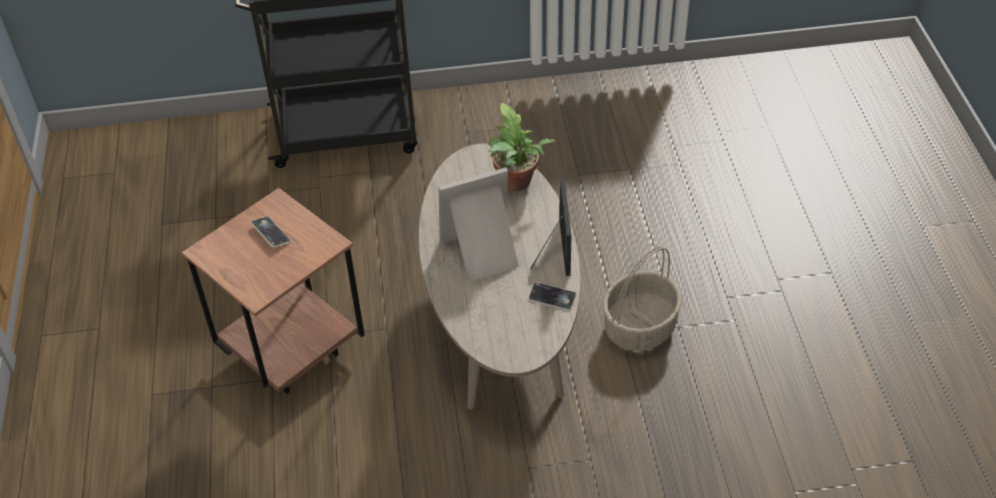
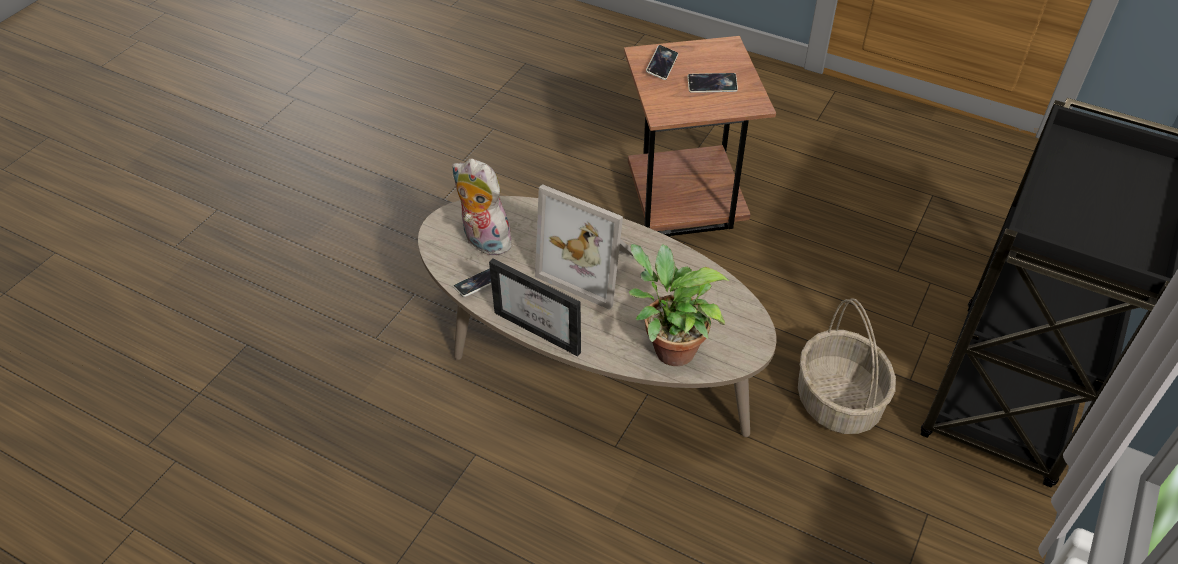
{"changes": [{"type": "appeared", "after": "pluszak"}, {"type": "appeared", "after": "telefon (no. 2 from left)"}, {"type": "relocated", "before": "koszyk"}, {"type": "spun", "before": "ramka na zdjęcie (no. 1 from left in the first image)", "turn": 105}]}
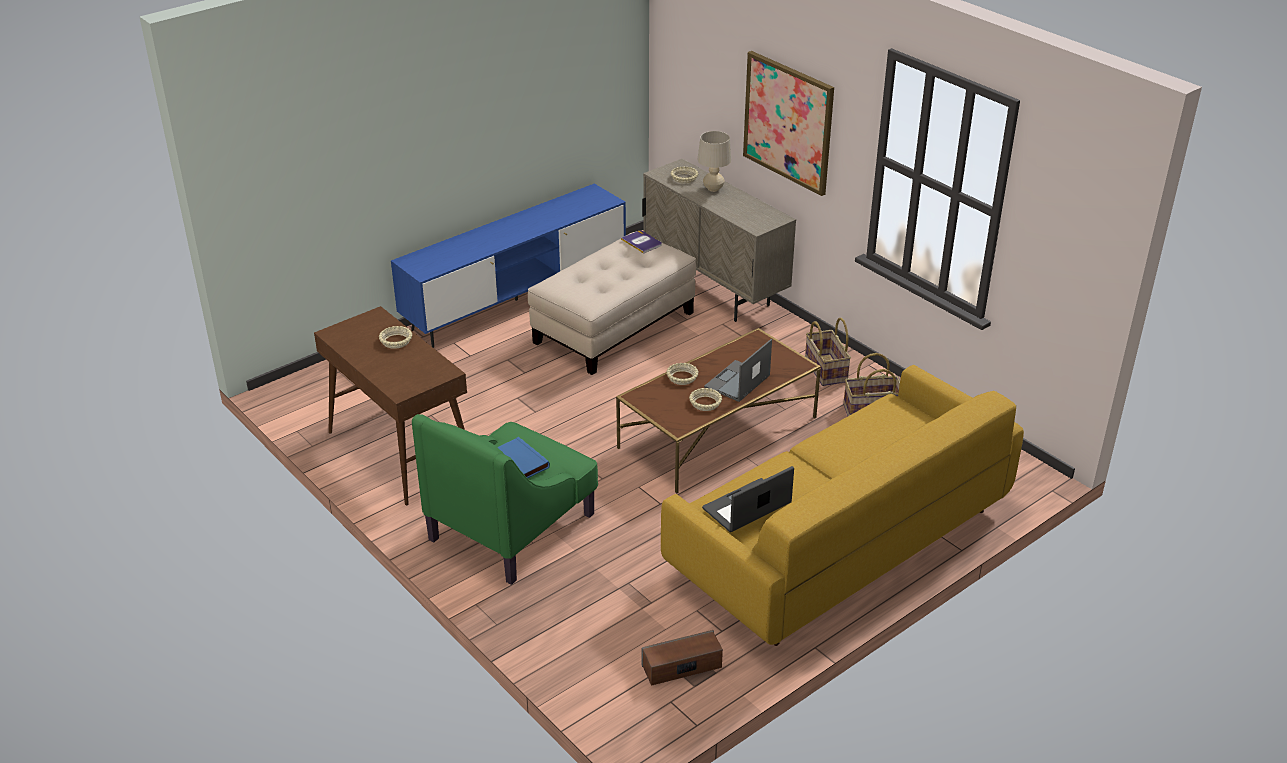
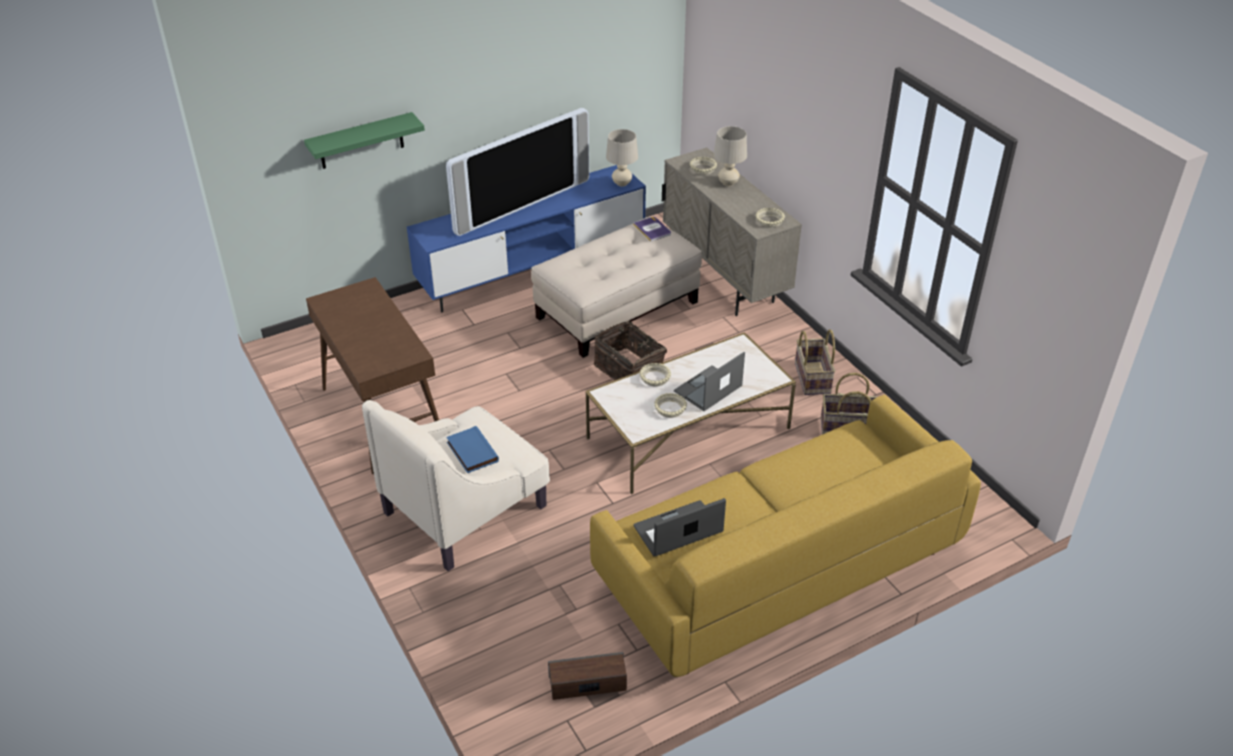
{"changes": [{"type": "missing", "before": "obraz"}, {"type": "appeared", "after": "półka [zielony]"}, {"type": "appeared", "after": "telewizor"}, {"type": "appeared", "after": "koszyk (no. 1 from left)"}, {"type": "appeared", "after": "lampa stołowa [beżowy] (no. 1 from left)"}, {"type": "relocated", "before": "miska [beżowy] (no. 1 from left in the first image)", "after": "miska [beżowy] (no. 4 from left)"}, {"type": "colour", "before": "fotel [zielony]", "after": "fotel [beżowy]"}, {"type": "colour", "before": "ława [brązowy]", "after": "ława [biały]"}]}
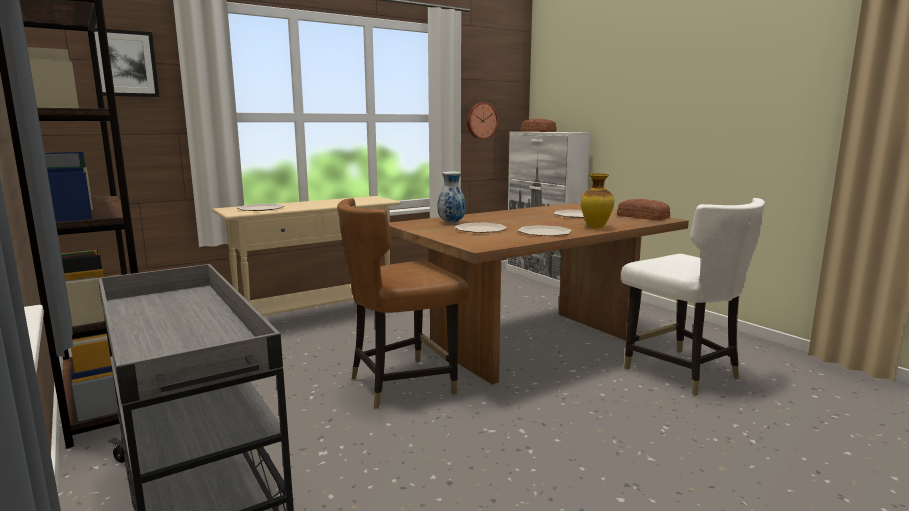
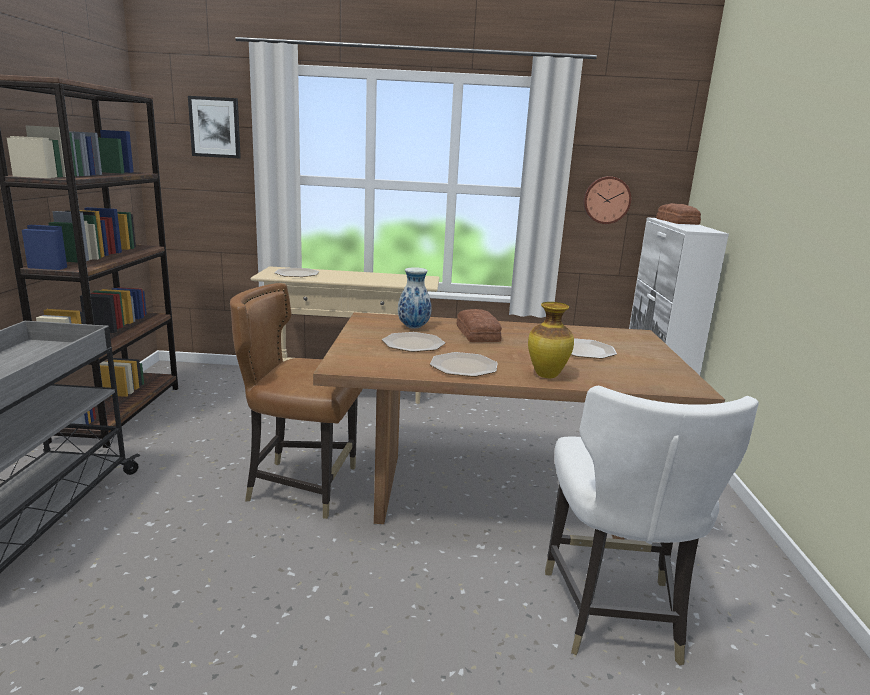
{"changes": [{"type": "relocated", "before": "chleb (no. 2 from left in the first image)", "after": "chleb (no. 1 from left)"}]}
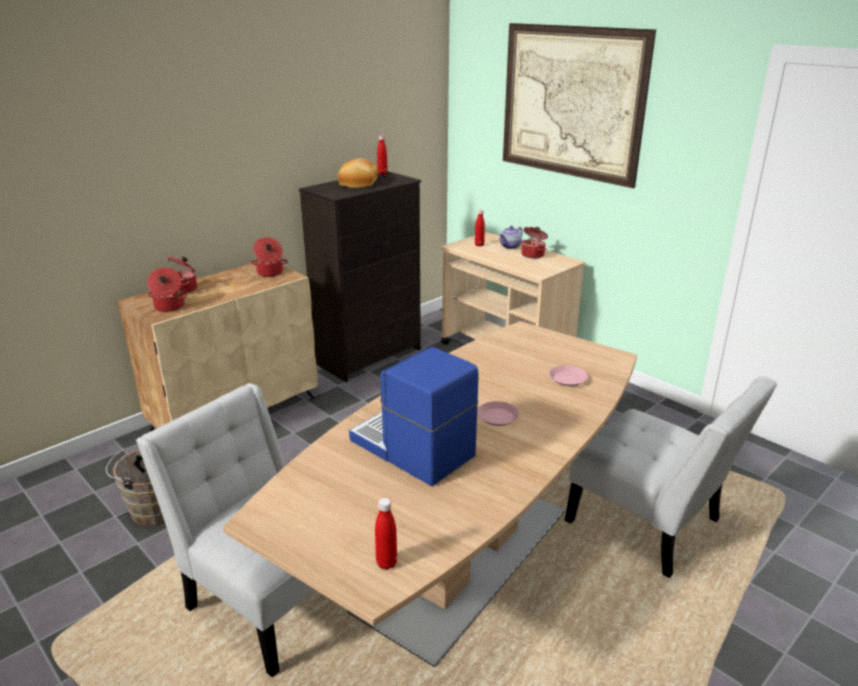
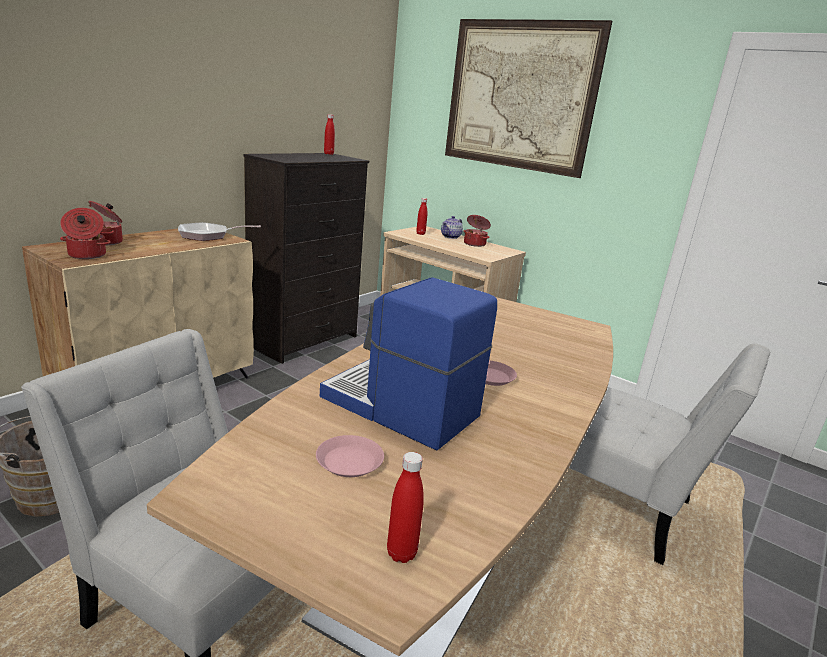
{"changes": [{"type": "missing", "before": "chleb"}, {"type": "relocated", "before": "talerz [różowy] (no. 2 from left in the first image)", "after": "talerz [różowy] (no. 1 from left)"}, {"type": "exchanged", "before": "garnek (no. 3 from left)", "after": "patelnia"}]}
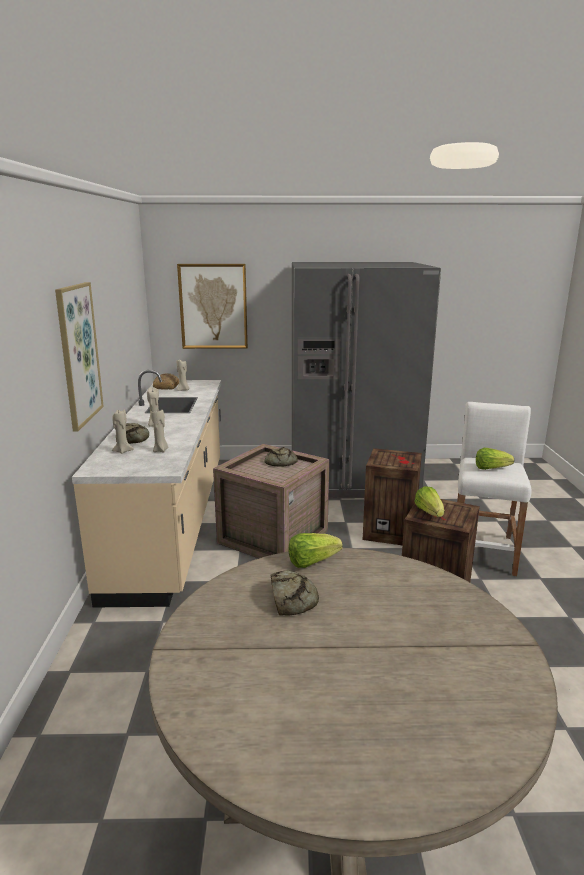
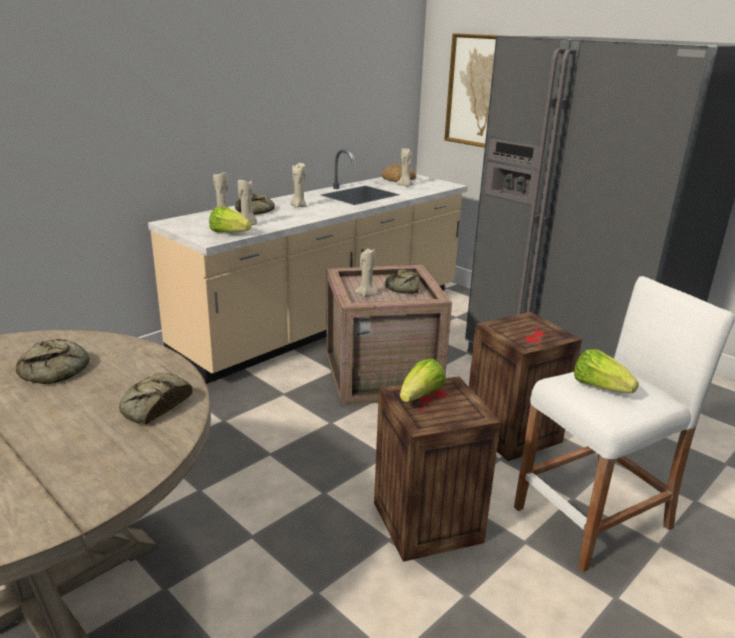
{"changes": [{"type": "missing", "before": "obraz (no. 1 from left)"}, {"type": "appeared", "after": "chleb (no. 2 from left)"}, {"type": "appeared", "after": "świeca [beżowy] (no. 4 from left)"}, {"type": "relocated", "before": "sałata (no. 1 from left)"}]}
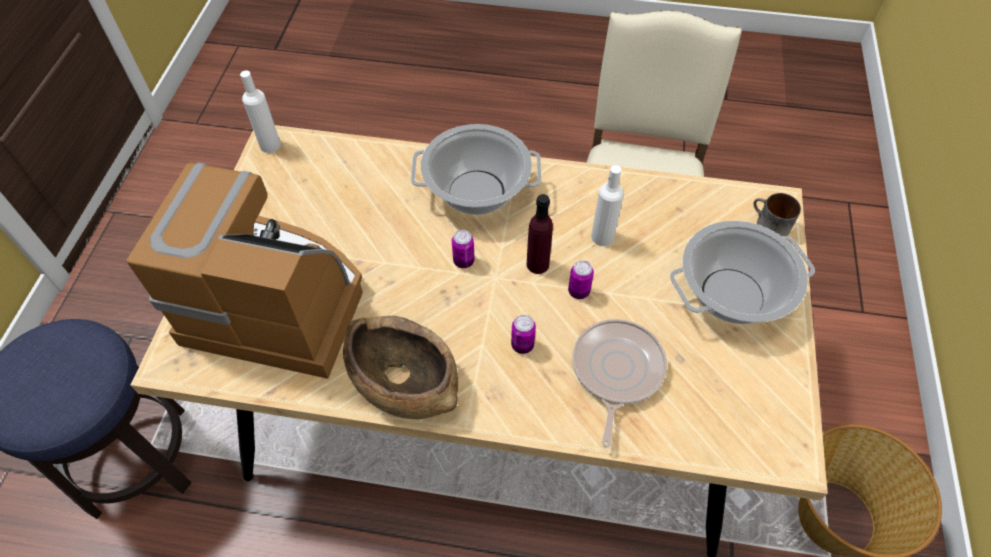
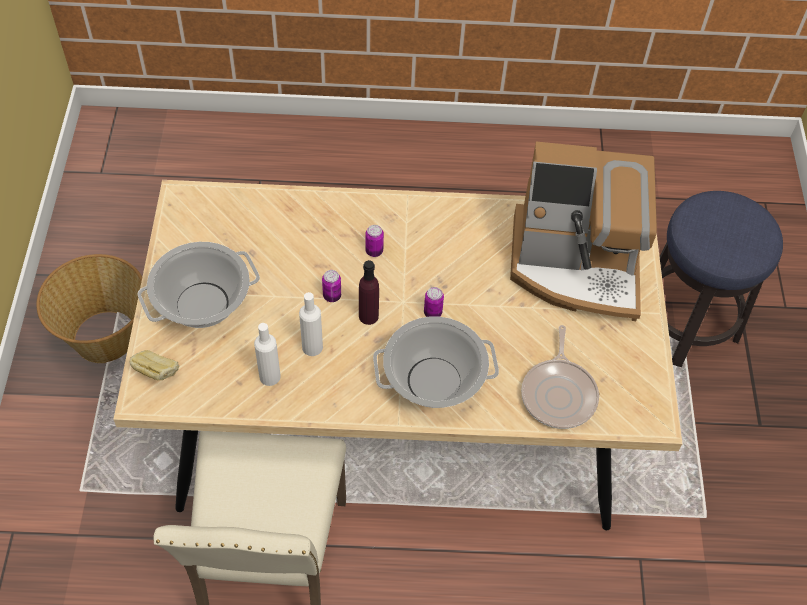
{"changes": [{"type": "missing", "before": "miska [brązowy]"}, {"type": "relocated", "before": "butelka [biały] (no. 1 from left)"}, {"type": "relocated", "before": "patelnia"}, {"type": "exchanged", "before": "kubek", "after": "chleb"}]}
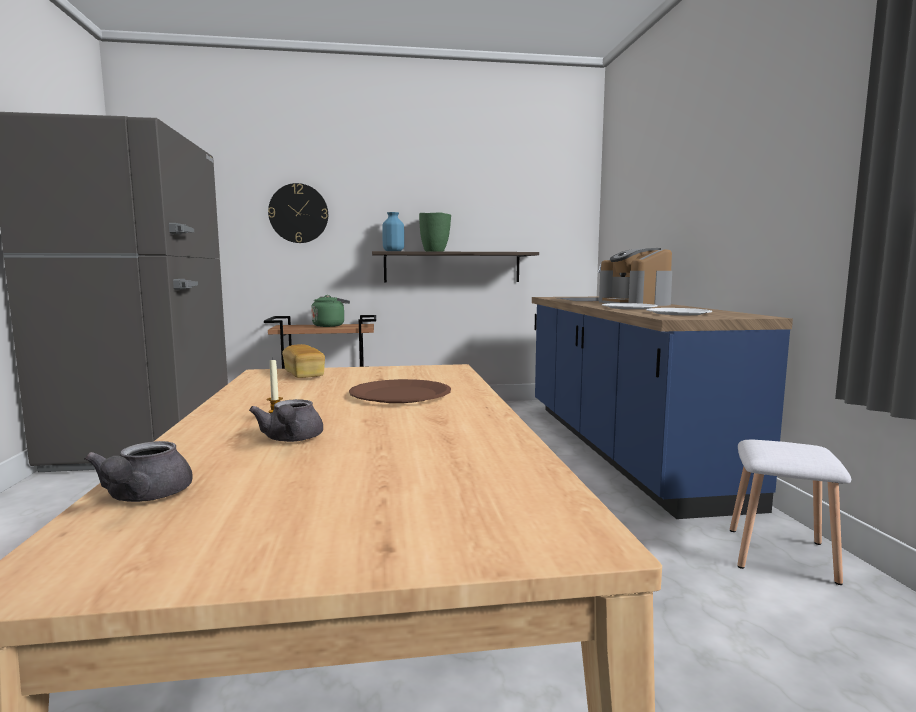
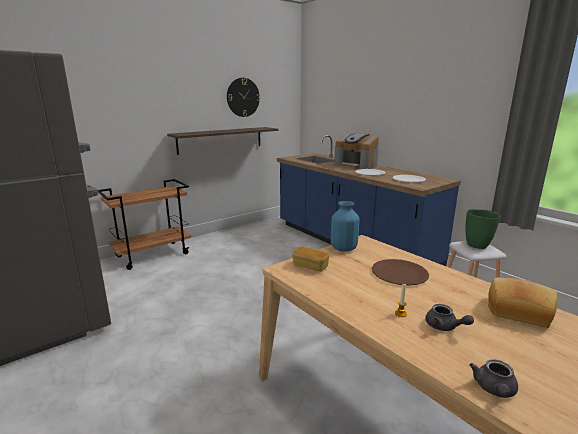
{"changes": [{"type": "missing", "before": "czajnik [zielony]"}, {"type": "appeared", "after": "chleb (no. 2 from left)"}, {"type": "relocated", "before": "zegar ścienny"}, {"type": "relocated", "before": "wazon [niebieski]"}, {"type": "relocated", "before": "wazon [zielony]"}, {"type": "spun", "before": "imbryk [szary] (no. 1 from left in the first image)", "turn": 60}]}
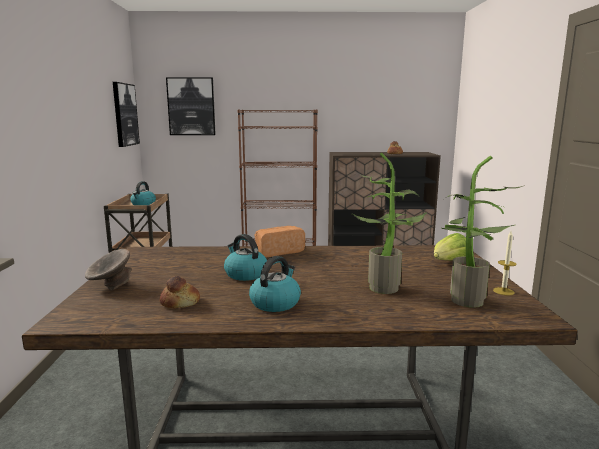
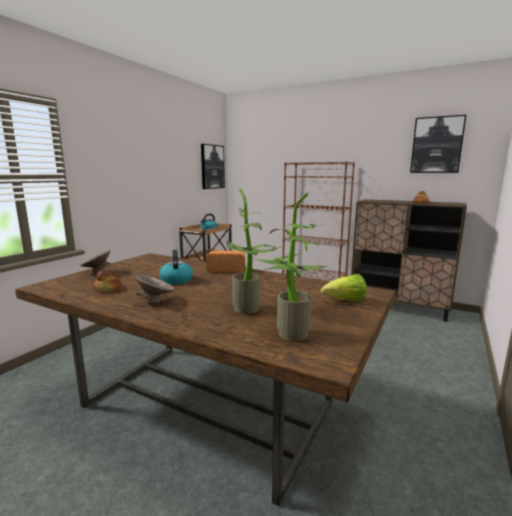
{"changes": [{"type": "missing", "before": "świeca"}, {"type": "relocated", "before": "obraz (no. 2 from left)"}, {"type": "exchanged", "before": "czajnik (no. 3 from left)", "after": "miska [szary] (no. 2 from left)"}]}
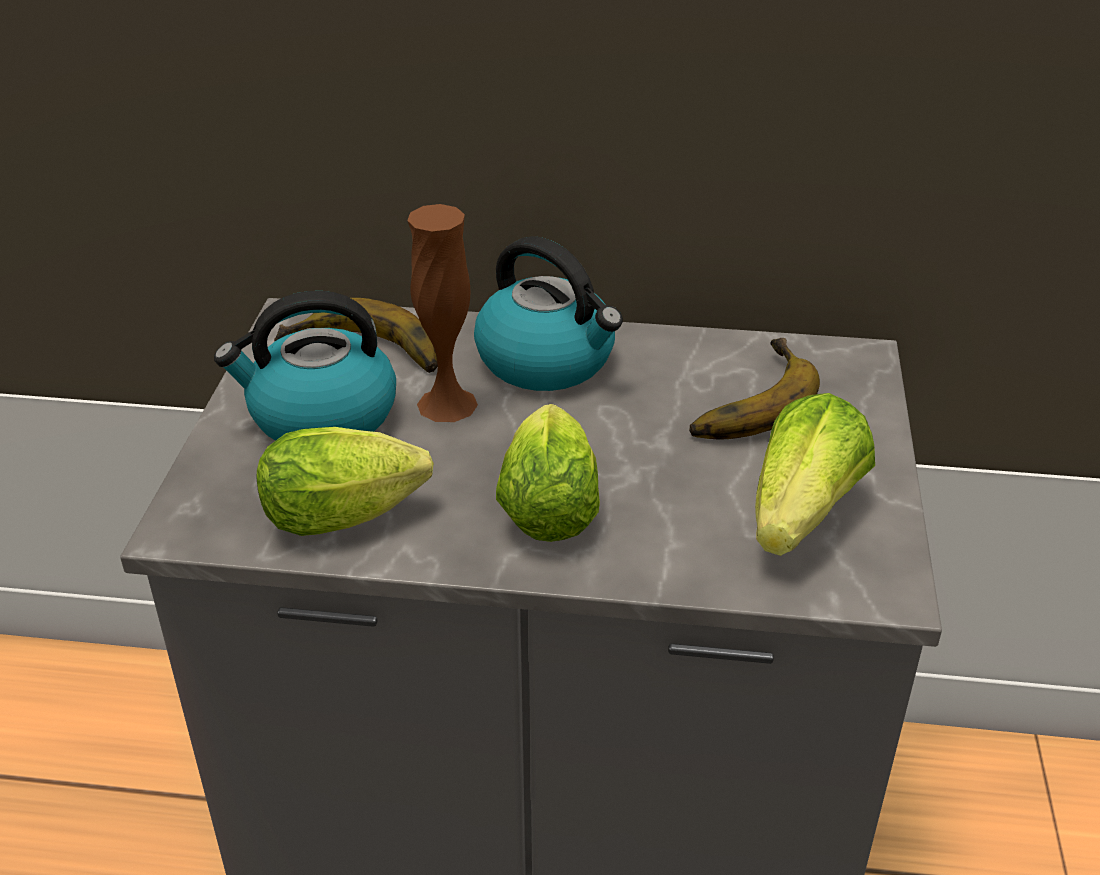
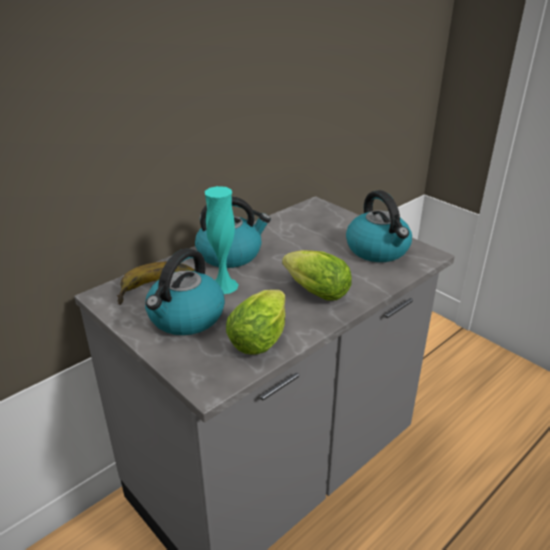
{"changes": [{"type": "missing", "before": "banan (no. 2 from left)"}, {"type": "exchanged", "before": "sałata (no. 3 from left)", "after": "czajnik (no. 3 from left)"}, {"type": "colour", "before": "wazon [brązowy]", "after": "wazon [turkusowy]"}]}
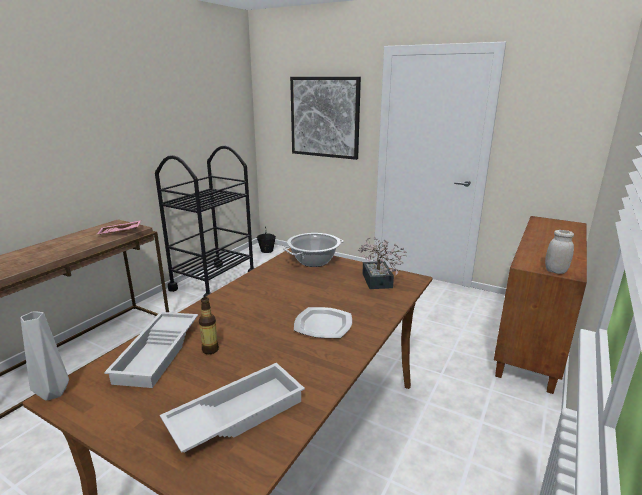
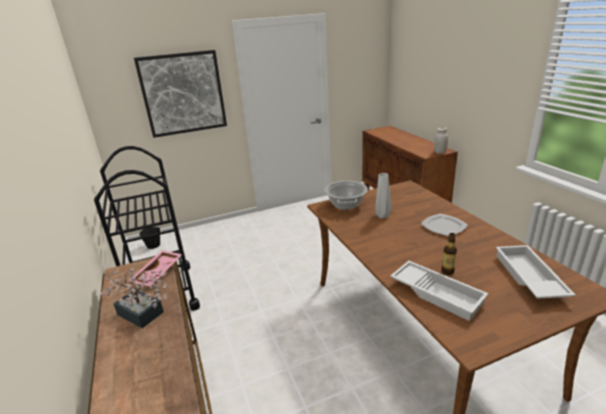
{"changes": [{"type": "relocated", "before": "wazon [szary]"}, {"type": "relocated", "before": "roślina doniczkowa"}]}
